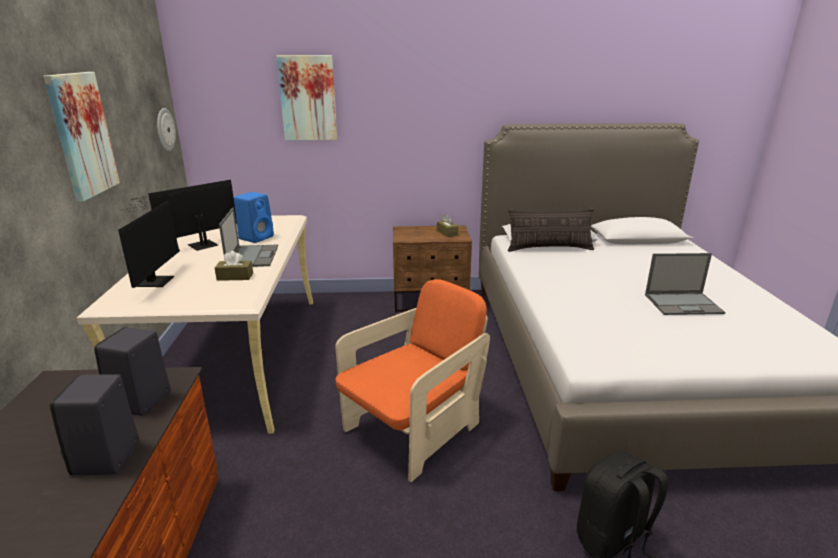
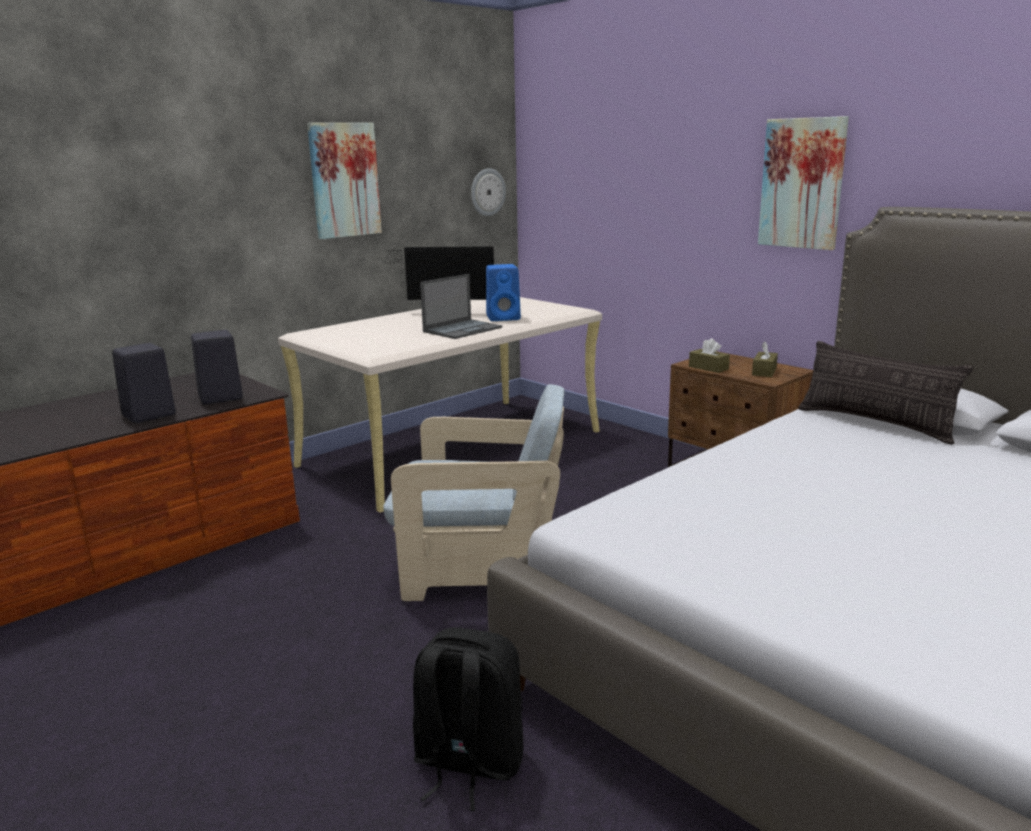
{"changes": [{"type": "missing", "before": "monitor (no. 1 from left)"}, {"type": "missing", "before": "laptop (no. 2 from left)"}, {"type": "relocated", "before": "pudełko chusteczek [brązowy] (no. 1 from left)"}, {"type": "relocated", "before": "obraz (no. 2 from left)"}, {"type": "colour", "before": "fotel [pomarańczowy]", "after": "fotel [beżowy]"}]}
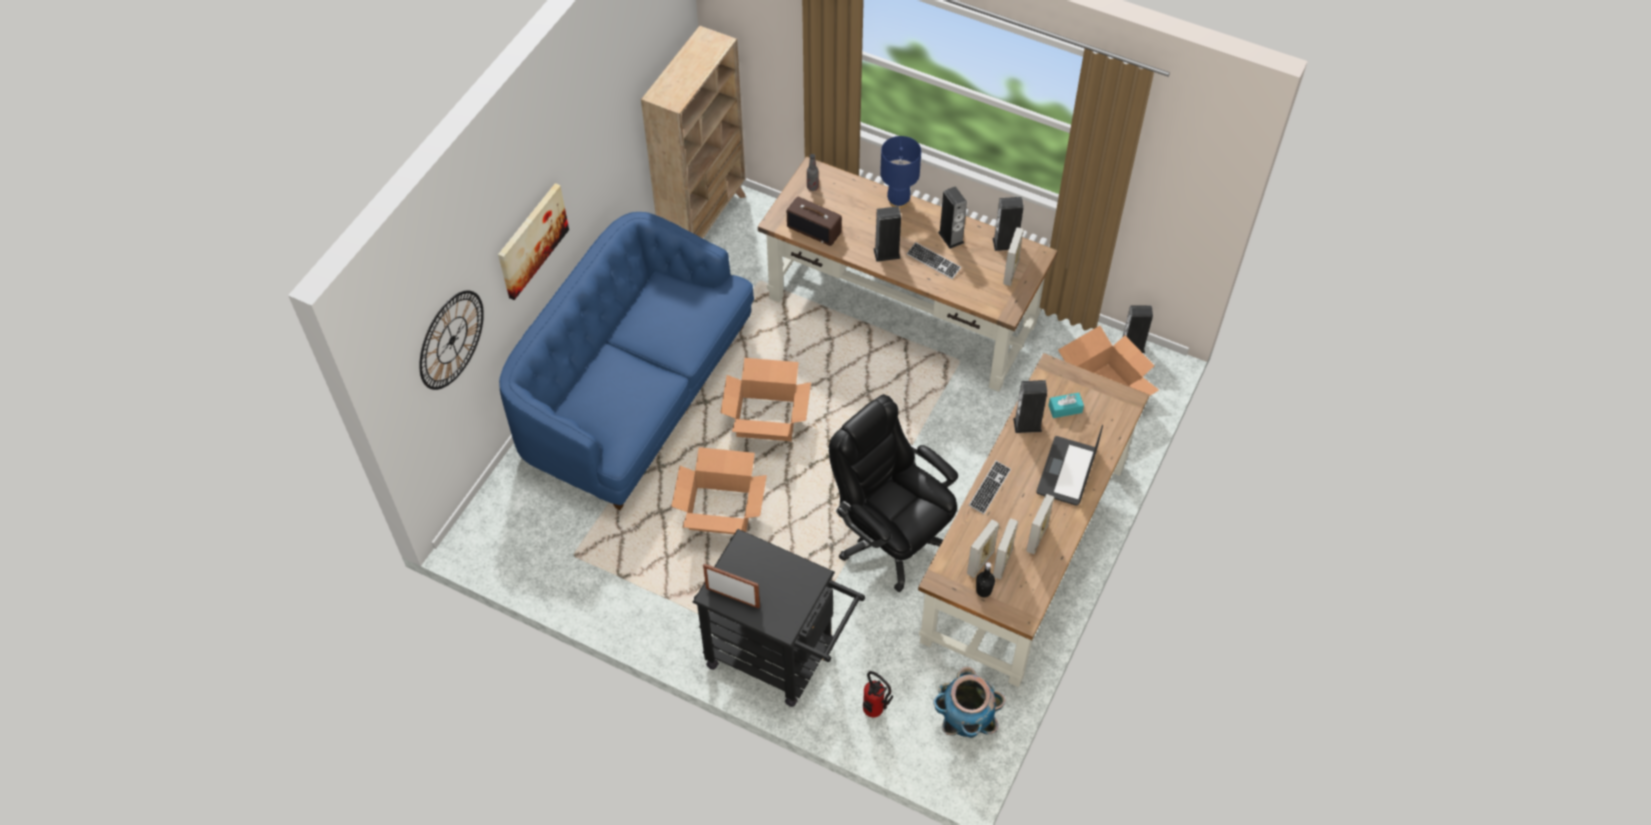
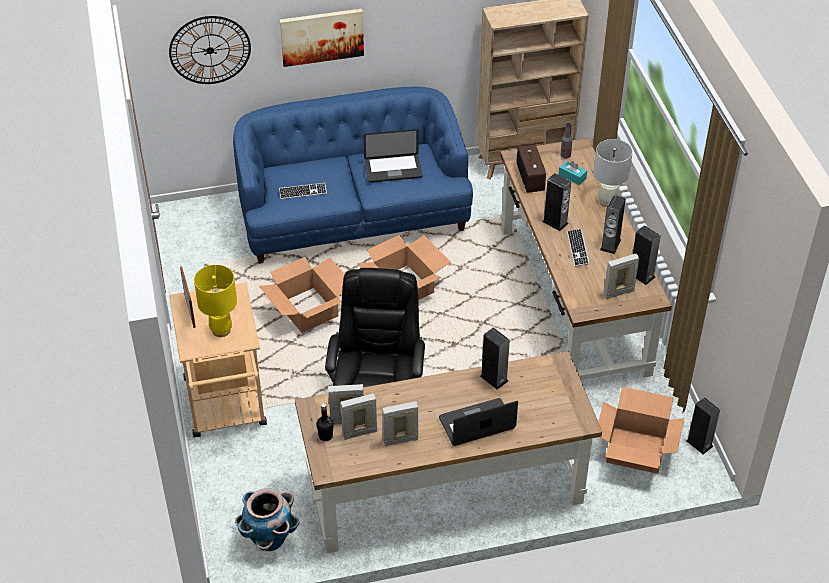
{"changes": [{"type": "missing", "before": "gaśnica"}, {"type": "appeared", "after": "lampa stołowa [żółty]"}, {"type": "appeared", "after": "laptop (no. 1 from left)"}, {"type": "relocated", "before": "klawiatura (no. 2 from left in the first image)", "after": "klawiatura (no. 1 from left)"}, {"type": "relocated", "before": "pudełko chusteczek [turkusowy]"}, {"type": "colour", "before": "wózek [czarny]", "after": "wózek [beżowy]"}, {"type": "colour", "before": "lampa stołowa [niebieski]", "after": "lampa stołowa [biały]"}]}
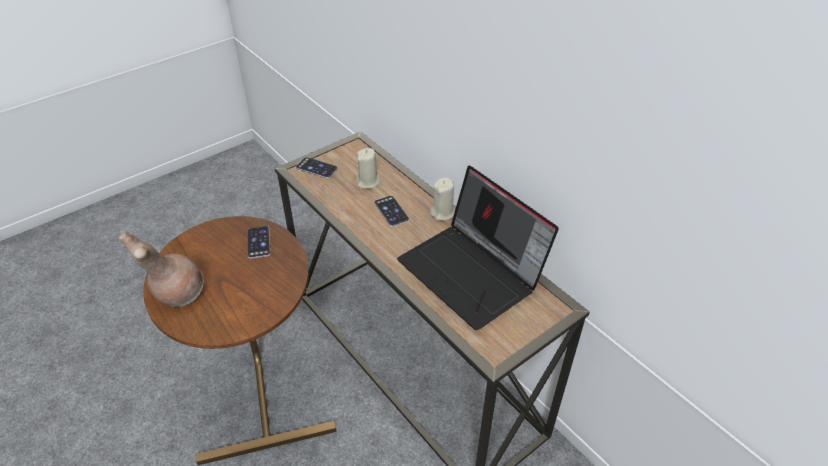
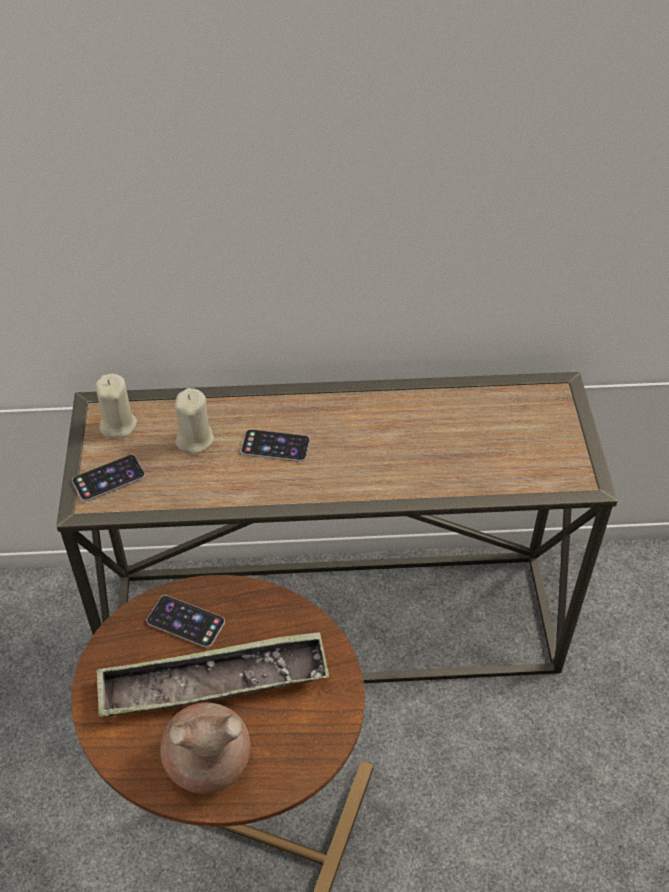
{"changes": [{"type": "missing", "before": "laptop"}, {"type": "appeared", "after": "taca"}, {"type": "relocated", "before": "świeca [beżowy] (no. 2 from left in the first image)", "after": "świeca [beżowy] (no. 1 from left)"}]}
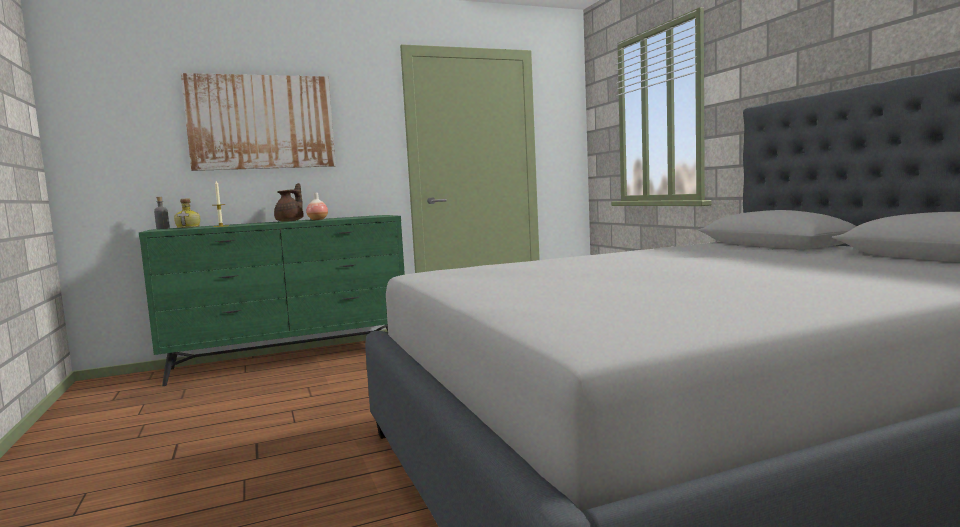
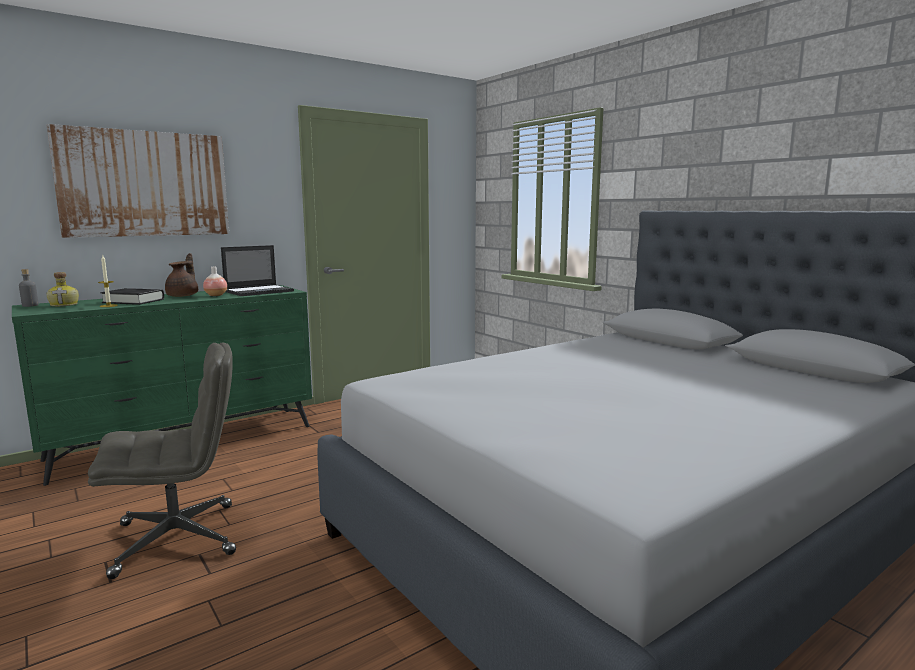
{"changes": [{"type": "appeared", "after": "krzesło biurowe [szary]"}, {"type": "appeared", "after": "książka [czarny]"}, {"type": "appeared", "after": "laptop"}]}
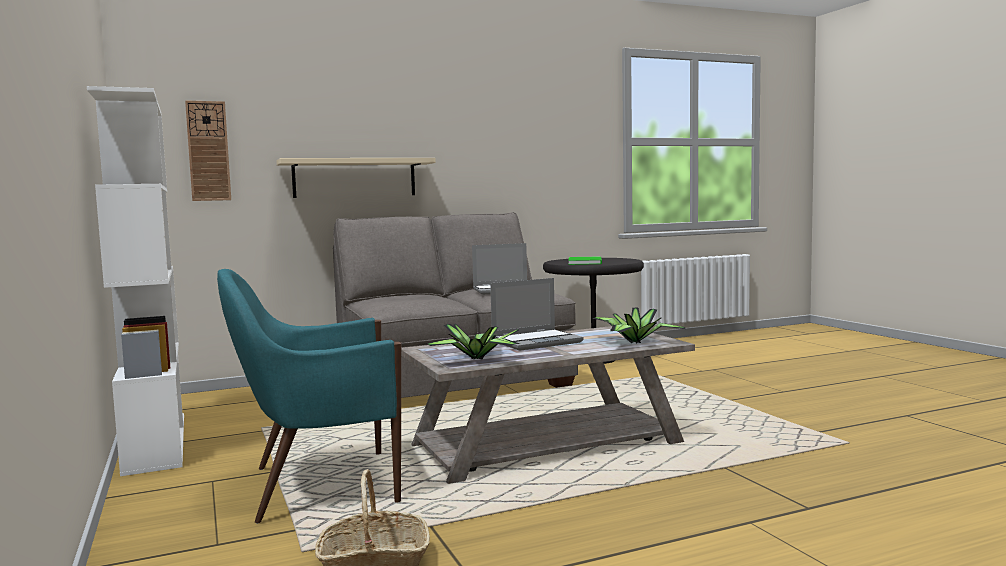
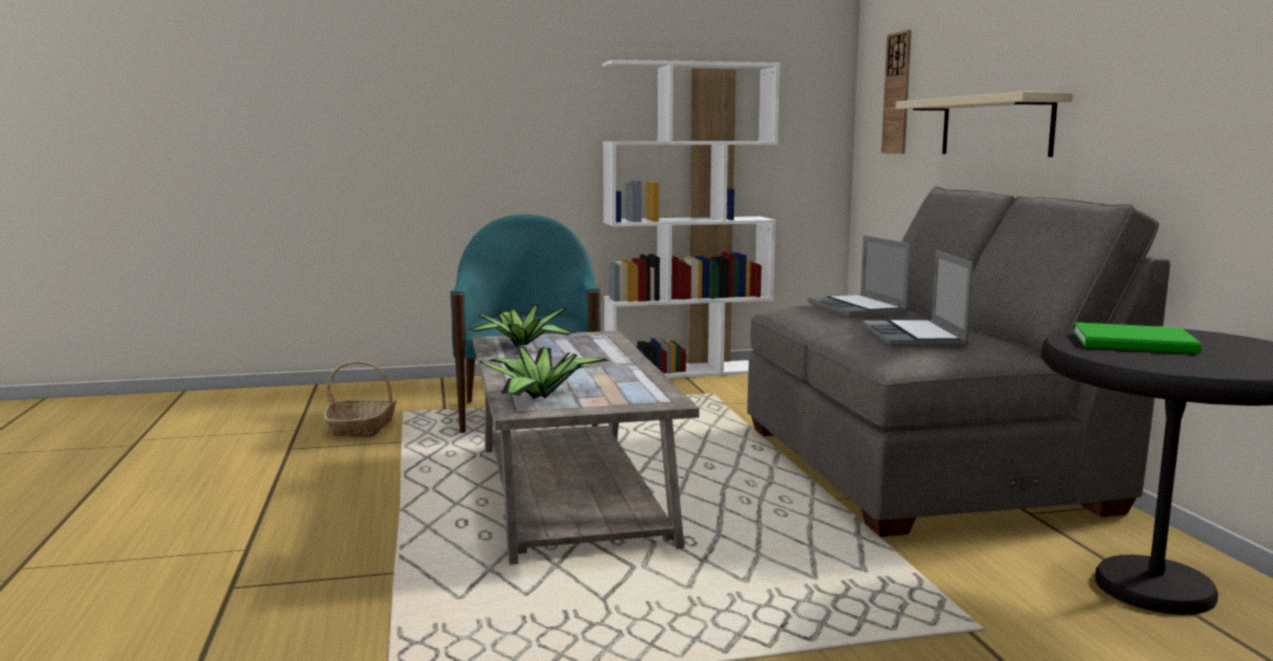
{"changes": [{"type": "relocated", "before": "laptop (no. 2 from left in the first image)", "after": "laptop (no. 1 from left)"}]}
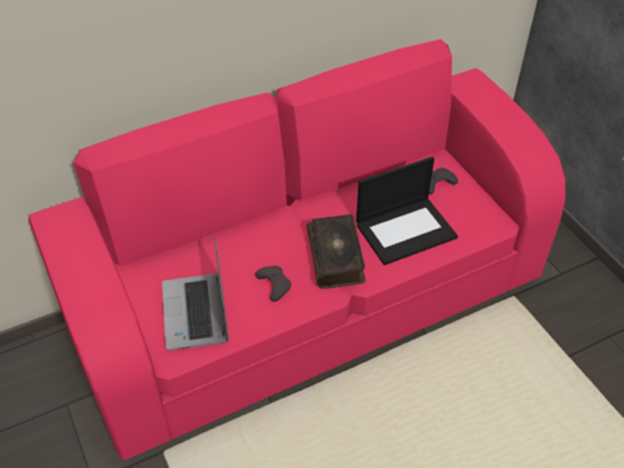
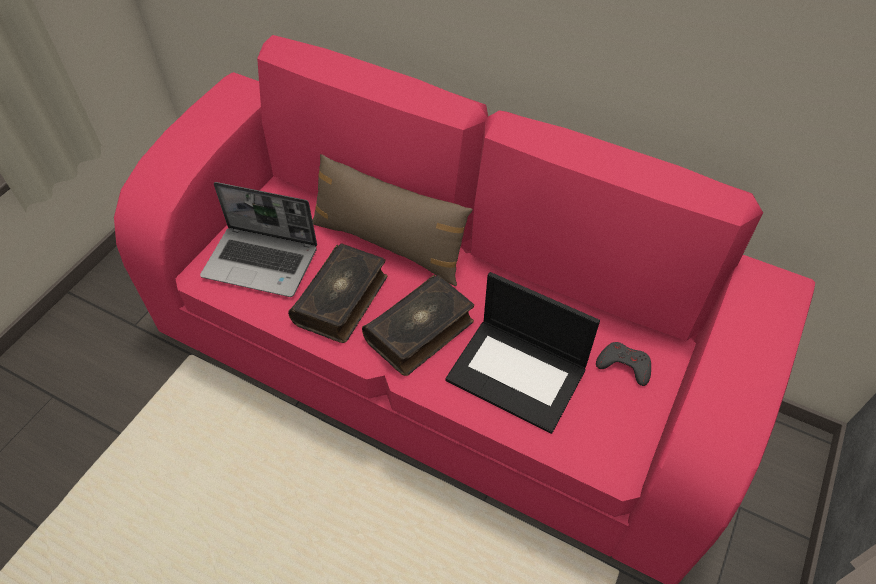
{"changes": [{"type": "appeared", "after": "poduszka [brązowy]"}, {"type": "exchanged", "before": "pad do gier [szary] (no. 1 from left)", "after": "książka (no. 1 from left)"}, {"type": "spun", "before": "laptop (no. 1 from left)", "turn": -120}]}
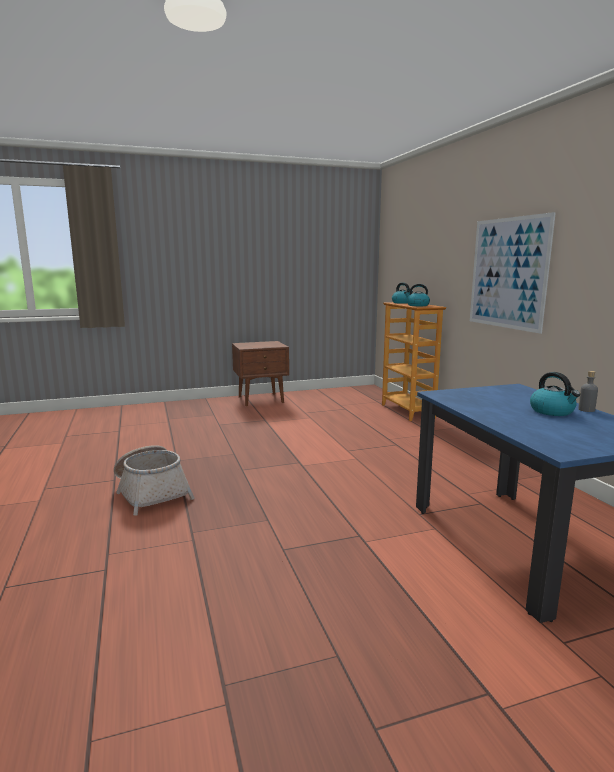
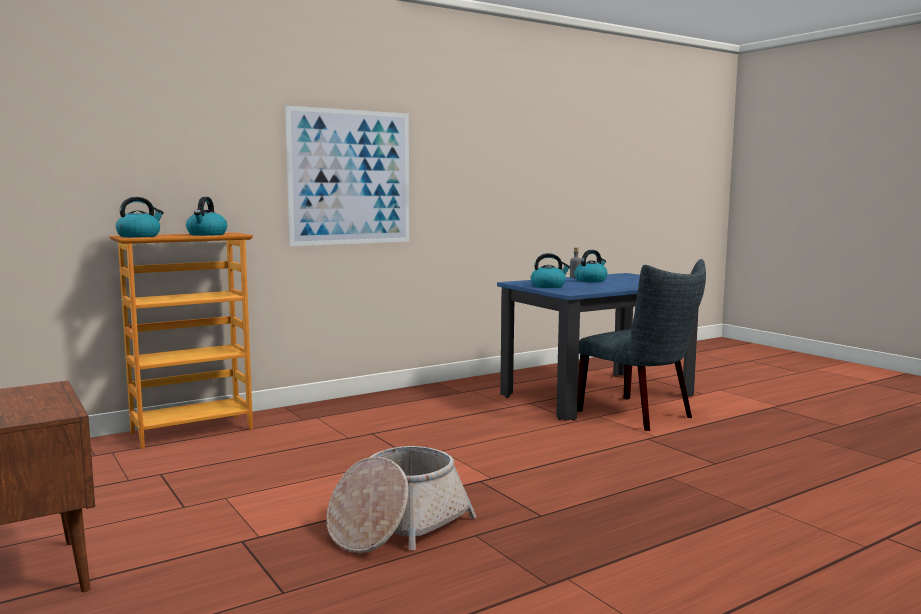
{"changes": [{"type": "appeared", "after": "czajnik (no. 3 from left)"}, {"type": "appeared", "after": "krzesło [szary]"}, {"type": "relocated", "before": "koszyk"}]}
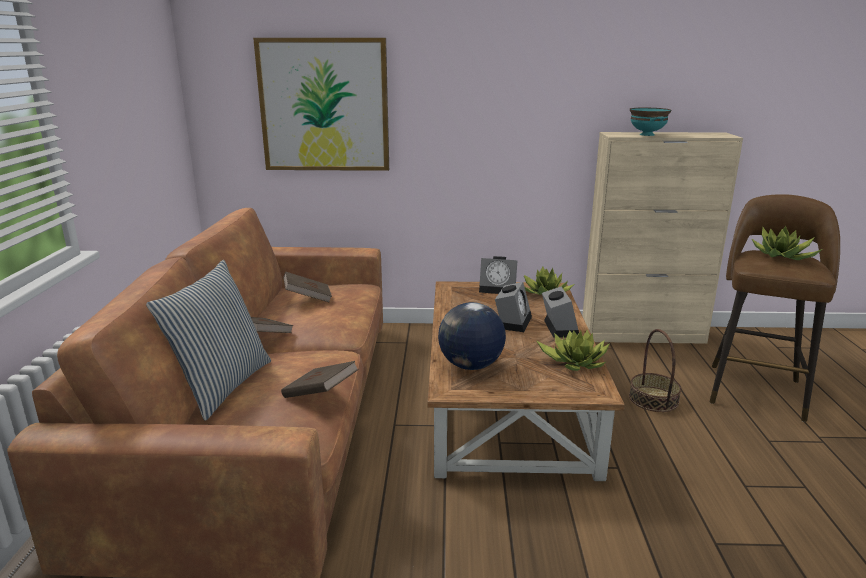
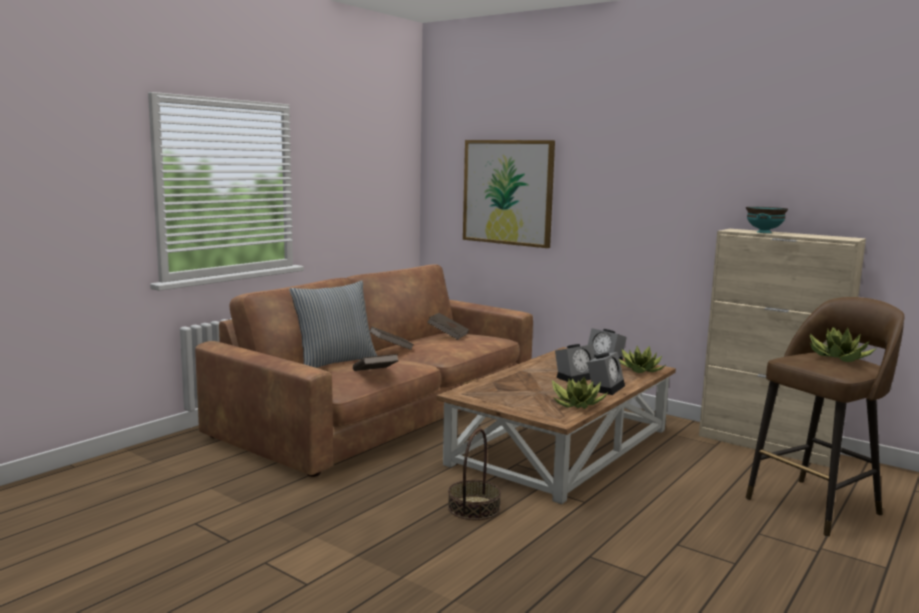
{"changes": [{"type": "missing", "before": "globus"}, {"type": "relocated", "before": "koszyk"}]}
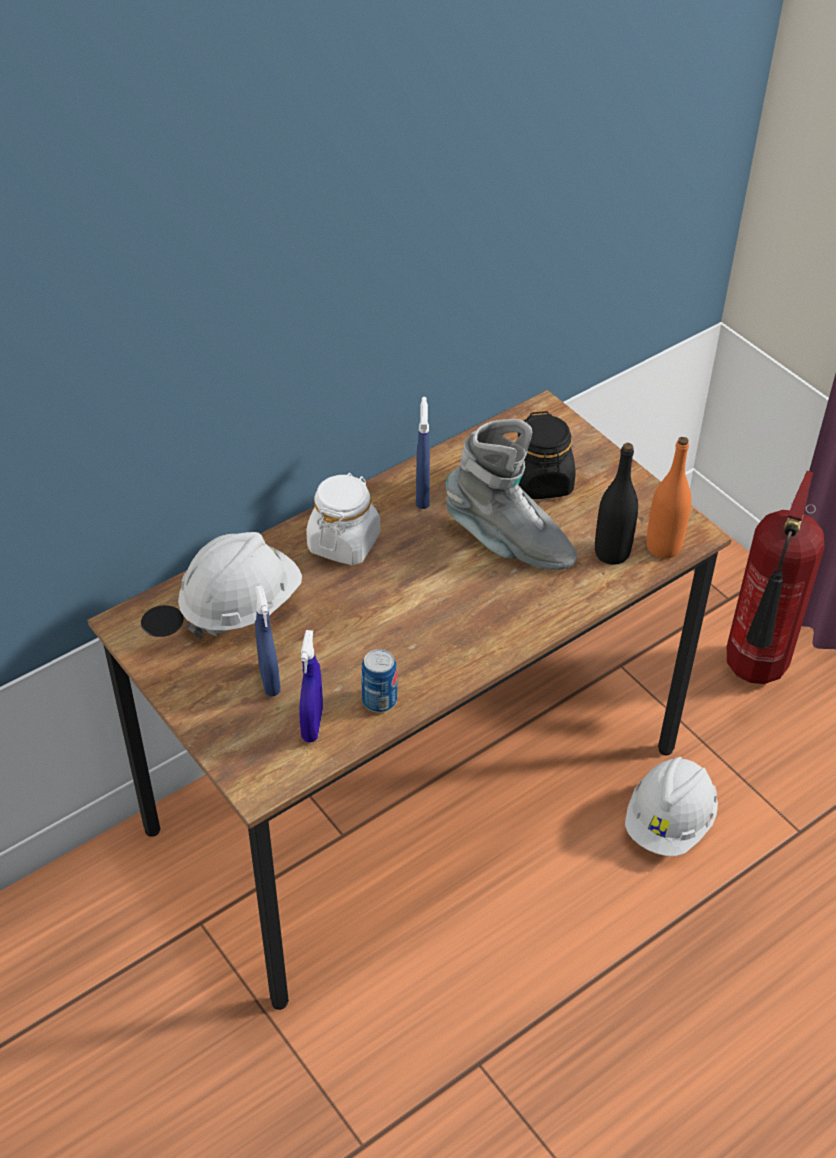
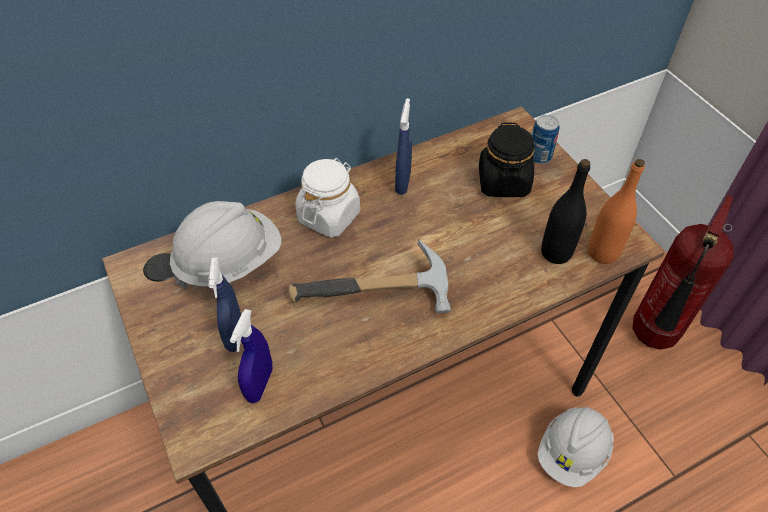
{"changes": [{"type": "missing", "before": "but z cholewką [szary]"}, {"type": "appeared", "after": "młotek"}, {"type": "relocated", "before": "puszka"}]}
